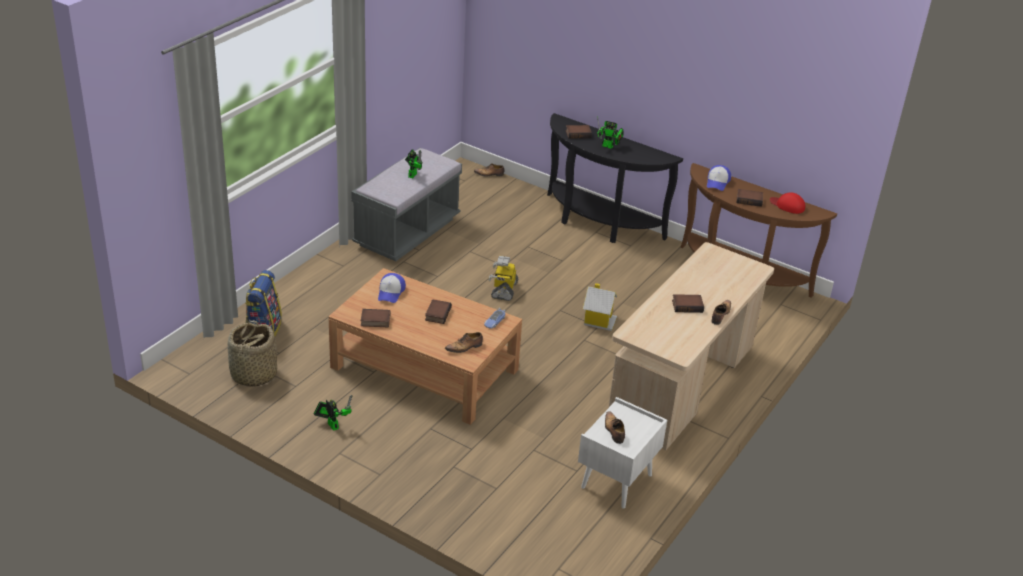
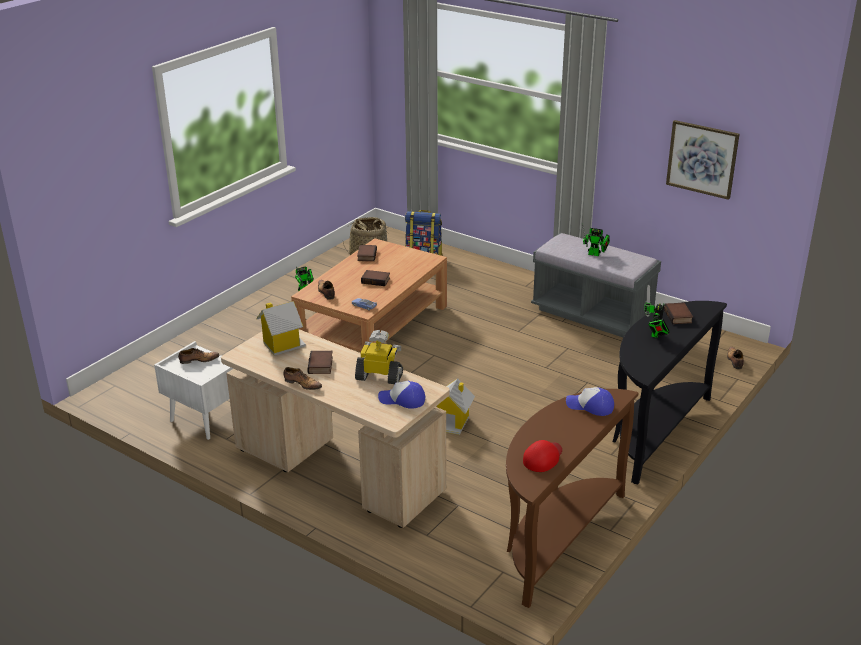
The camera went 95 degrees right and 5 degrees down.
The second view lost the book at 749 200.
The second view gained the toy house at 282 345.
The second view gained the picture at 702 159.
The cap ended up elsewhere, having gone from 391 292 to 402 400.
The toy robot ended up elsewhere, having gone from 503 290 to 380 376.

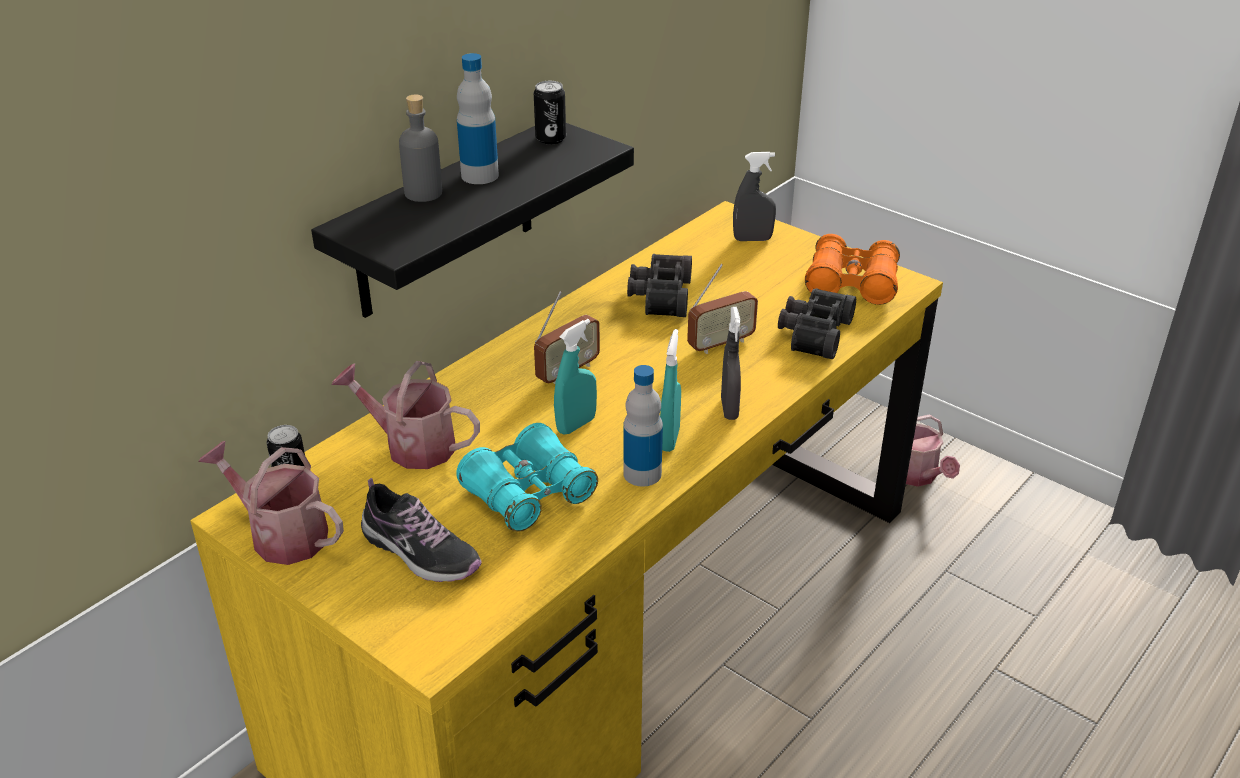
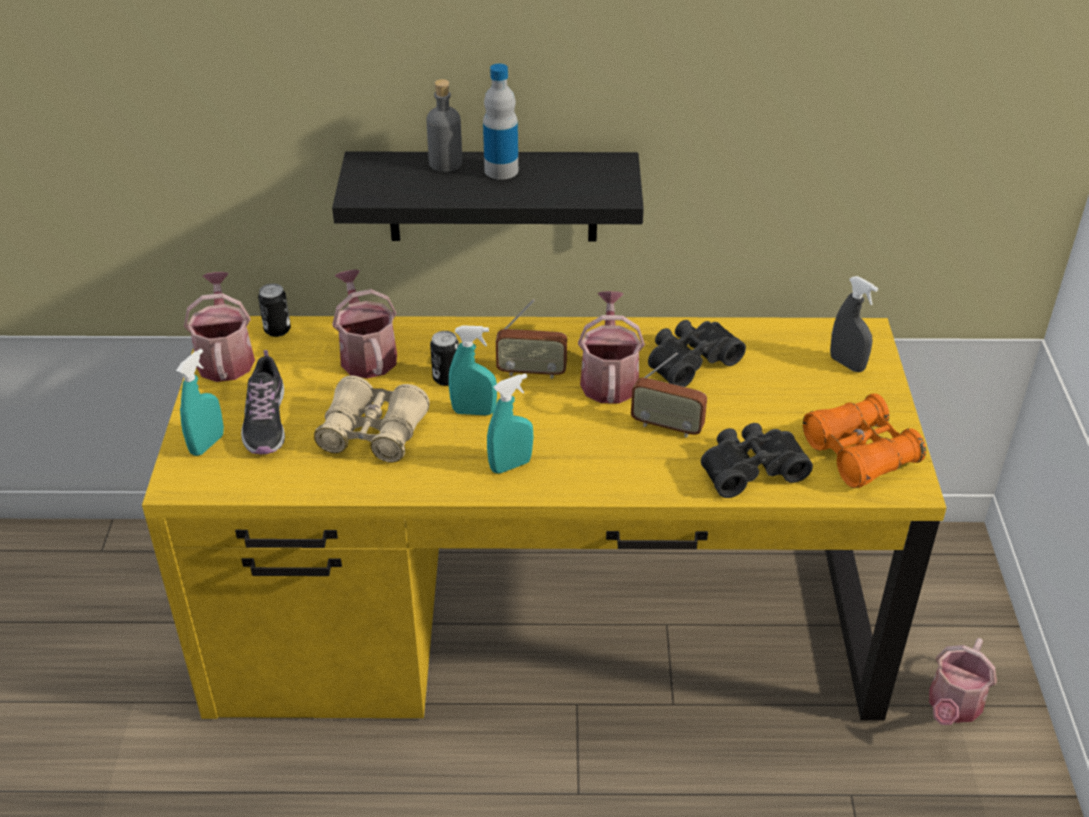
The camera went 50 degrees right and 5 degrees up.
The second view lost the bottle at 642 474.
The second view lost the grey spray bottle at 729 409.
The second view gained the turquoise spray bottle at 207 444.
The second view gained the watering can at 609 378.
The can ended up elsewhere, having gone from 550 139 to 446 378.
What was the turquoise binoculars at 528 493 turned into the beige binoculars at 373 433.

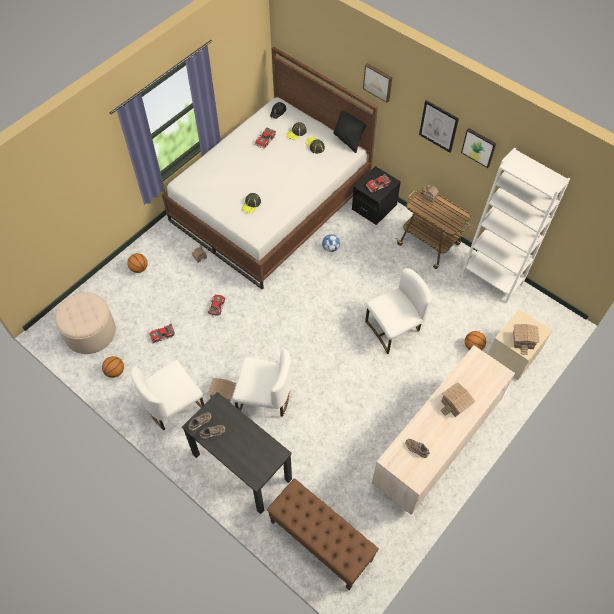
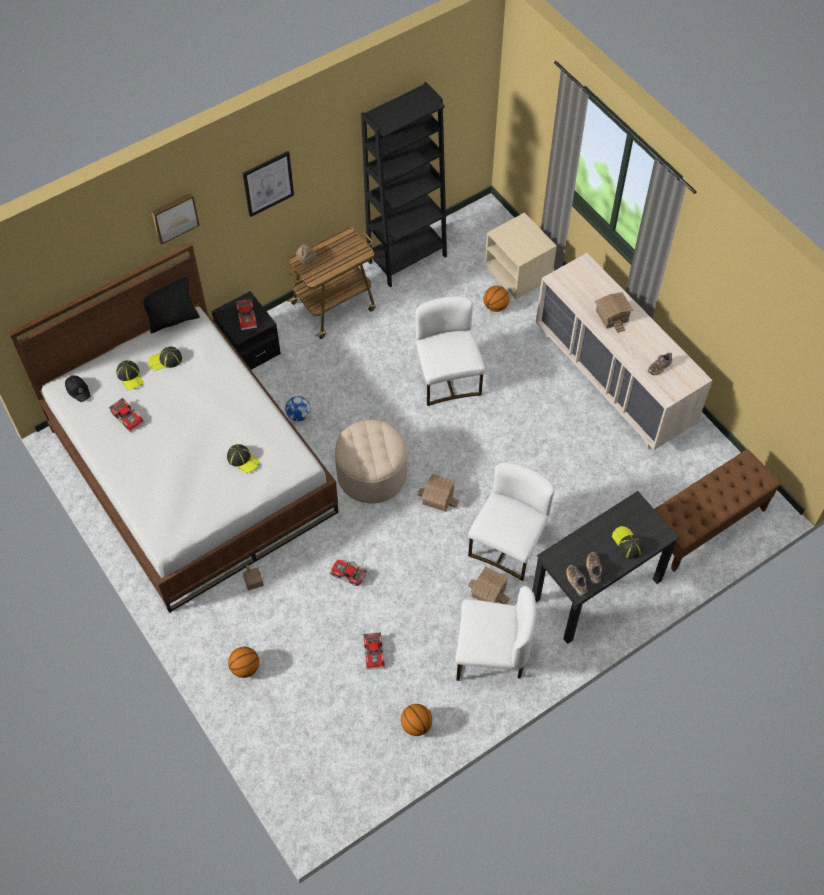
The camera went 75 degrees left and 0 degrees up.
The second view lost the picture at 479 147.
The second view gained the cap at 627 543.
The beige ottoman ended up elsewhere, having gone from 90 332 to 372 474.
The toy house ended up elsewhere, having gone from 522 340 to 437 498.
What was the white bookcase at 492 278 turned into the black bookcase at 407 259.
The white chair at 174 406 ended up facing another way, 60 degrees counterclockwise from before.

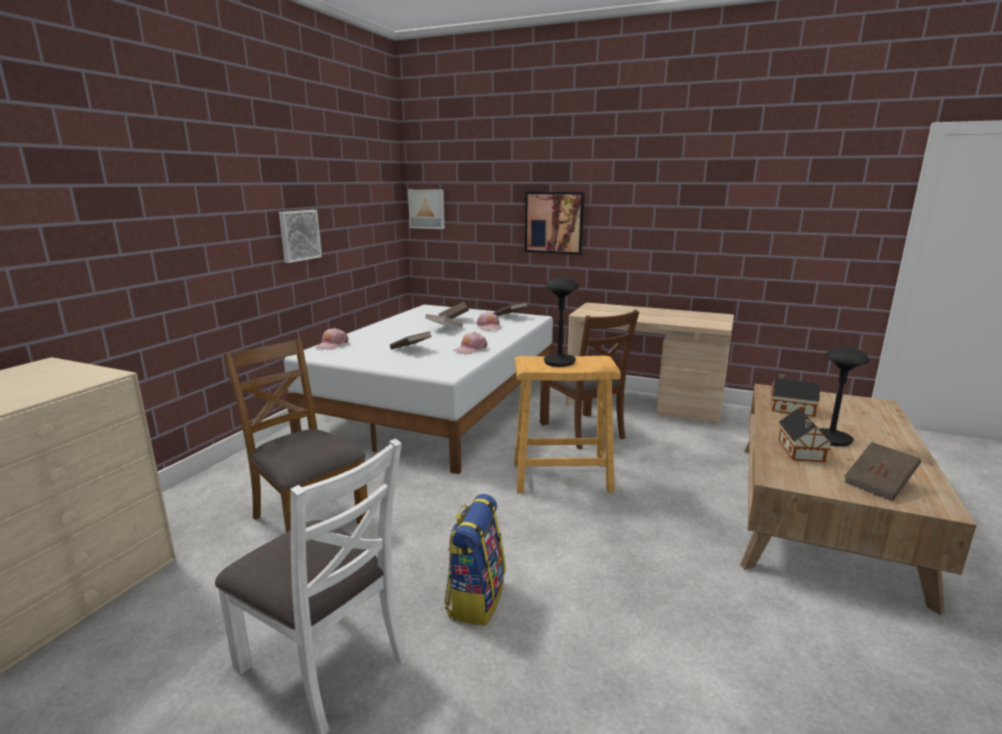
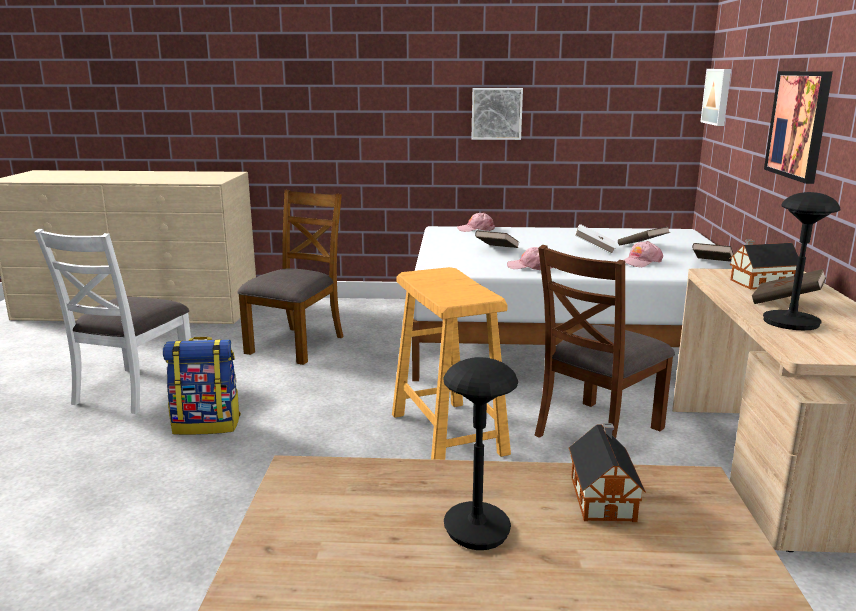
The camera went 70 degrees right and 0 degrees up.
The black table lamp ended up elsewhere, having gone from 559 361 to 791 322.
The toy house ended up elsewhere, having gone from 801 451 to 759 283.
The brown book ended up elsewhere, having gone from 879 484 to 786 302.

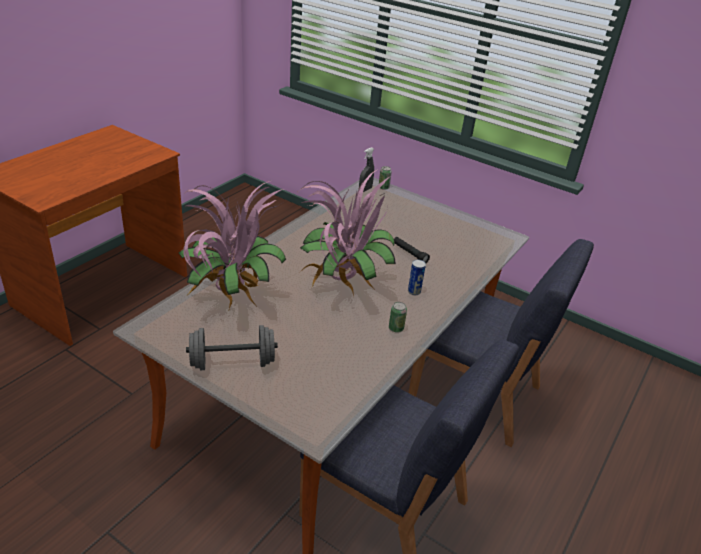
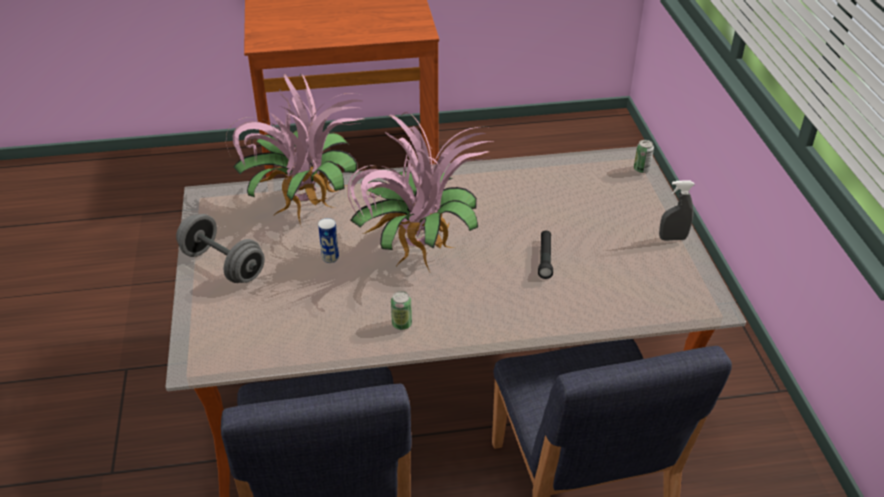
The camera went 50 degrees right and 5 degrees up.
The grey spray bottle ended up elsewhere, having gone from 365 189 to 672 238.
The can ended up elsewhere, having gone from 414 291 to 330 258.

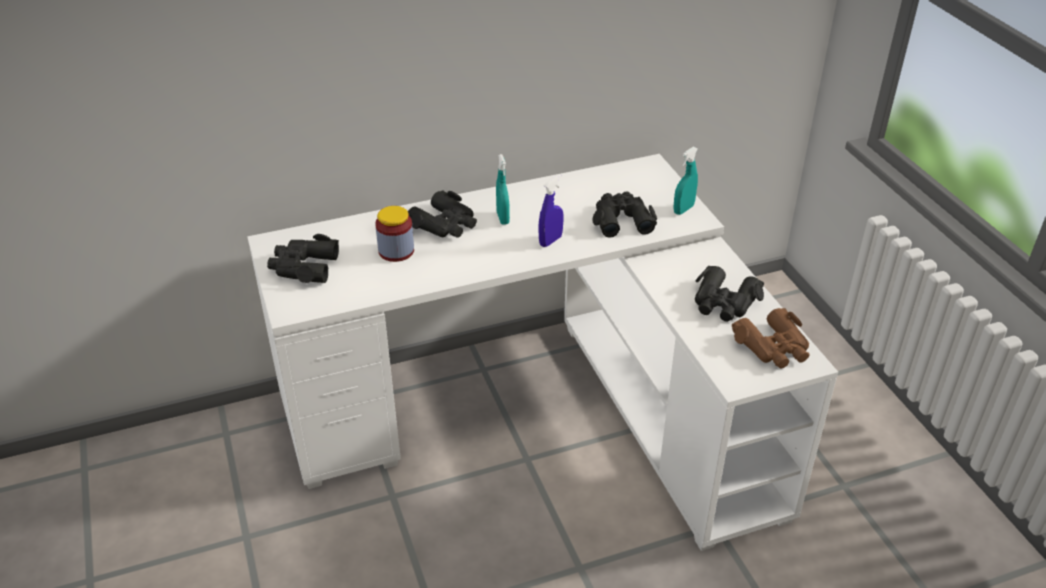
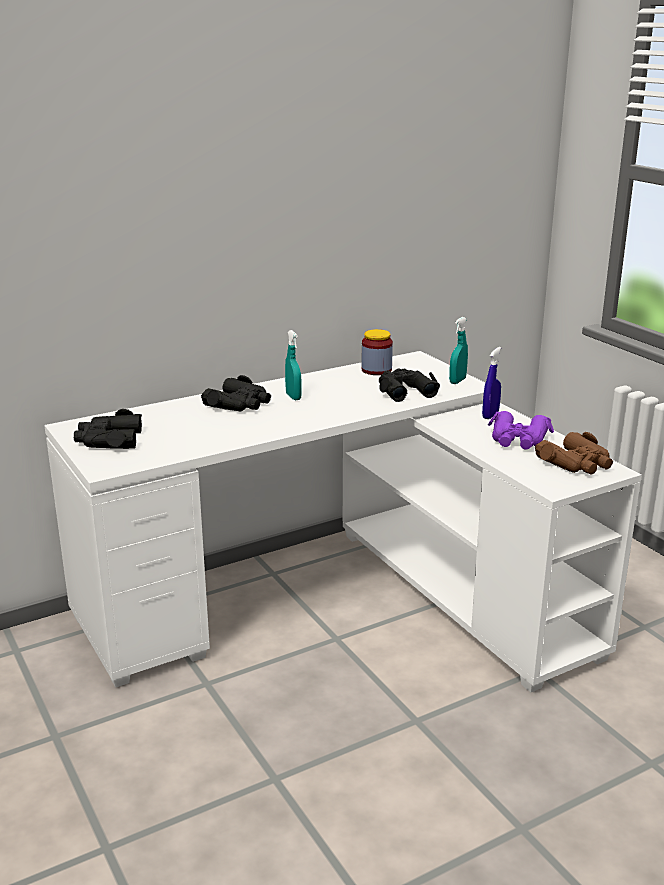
The camera went 10 degrees left and 15 degrees down.
The jar ended up elsewhere, having gone from 396 251 to 376 370.
The blue spray bottle ended up elsewhere, having gone from 550 241 to 490 415.
What was the black binoculars at 724 302 turned into the purple binoculars at 518 439.

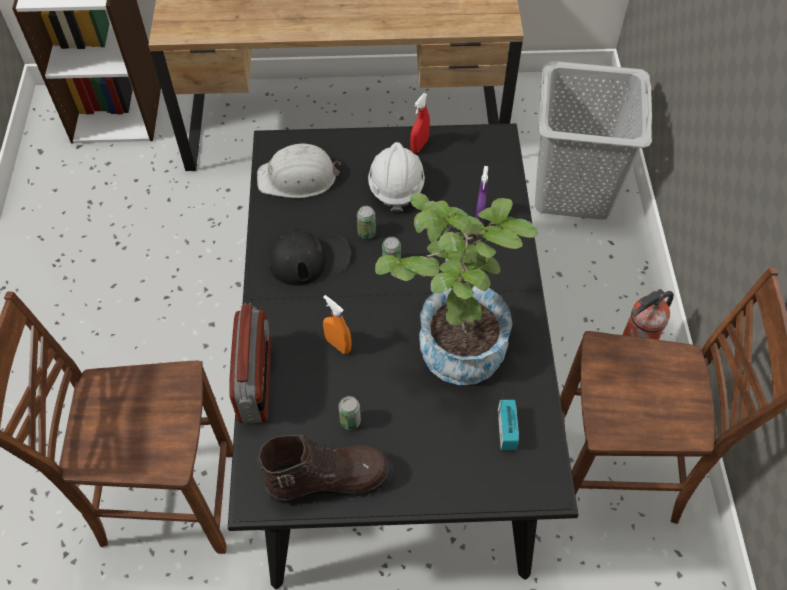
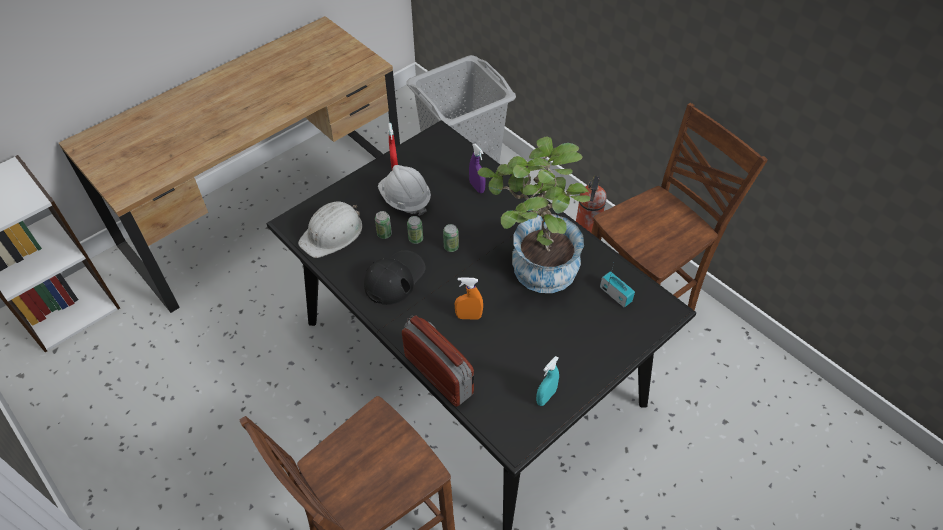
The camera went 40 degrees left and 5 degrees down.
The can ended up elsewhere, having gone from 350 421 to 384 234.
Where the brown boot stood at 328 478, the turquoise spray bottle came to stand at 546 397.

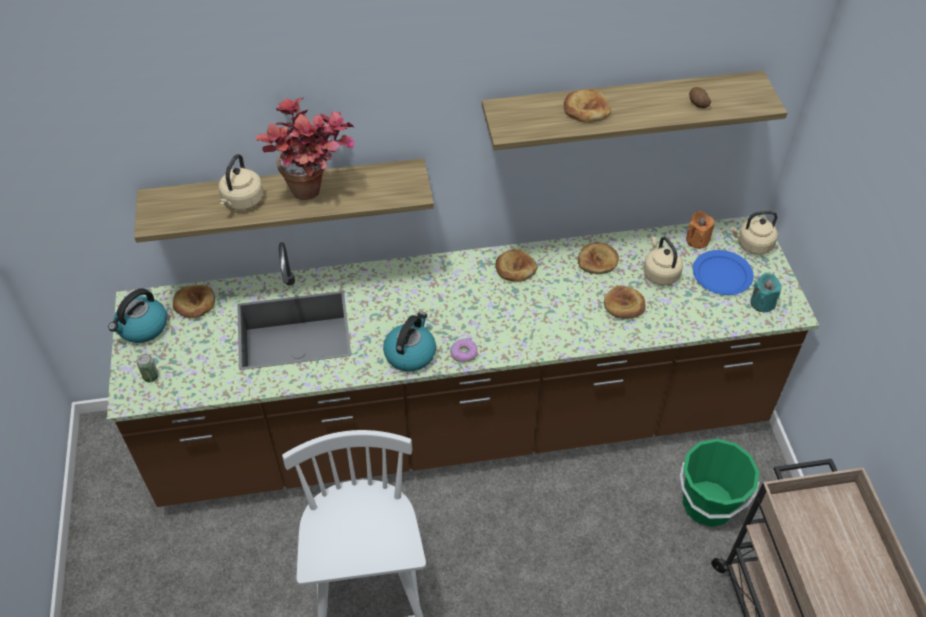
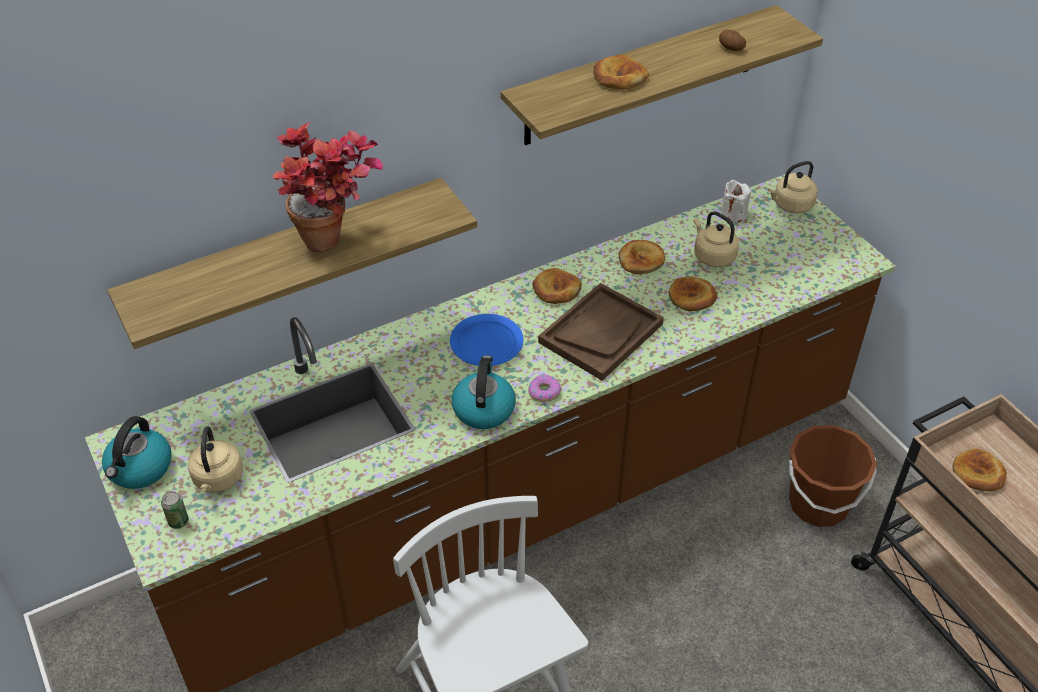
The camera went 20 degrees left and 5 degrees down.
The second view lost the turquoise candle at 762 303.
The second view gained the brown tray at 601 333.
The bread ended up elsewhere, having gone from 194 303 to 978 473.
The beige kettle ended up elsewhere, having gone from 242 201 to 218 479.
The blue plate ended up elsewhere, having gone from 721 275 to 486 343.
What was the green bucket at 708 504 turned into the brown bucket at 818 504.
What was the orange candle at 697 240 turned into the white candle at 733 214.

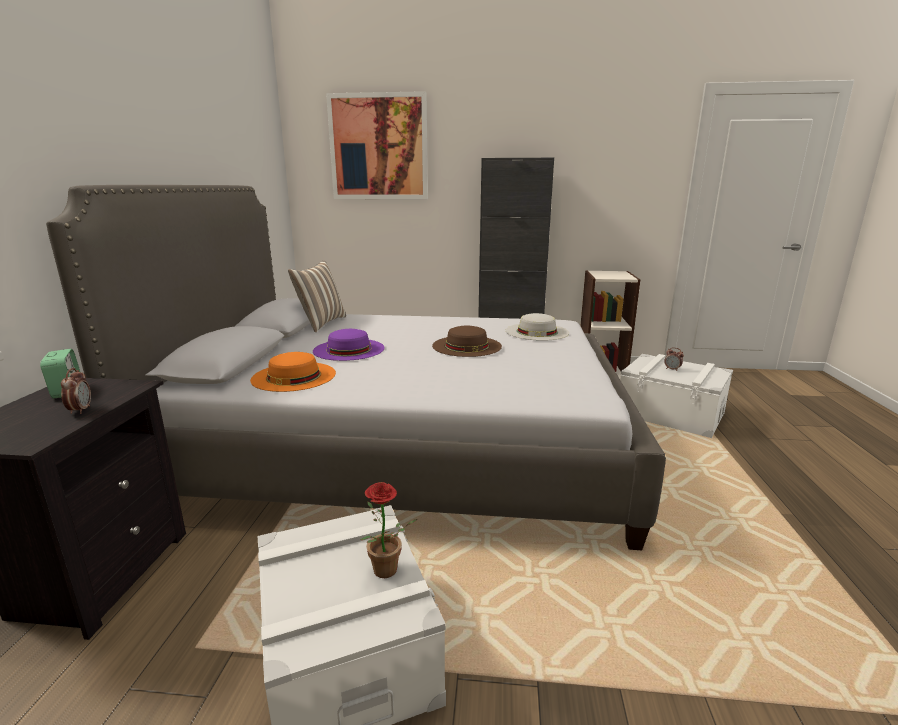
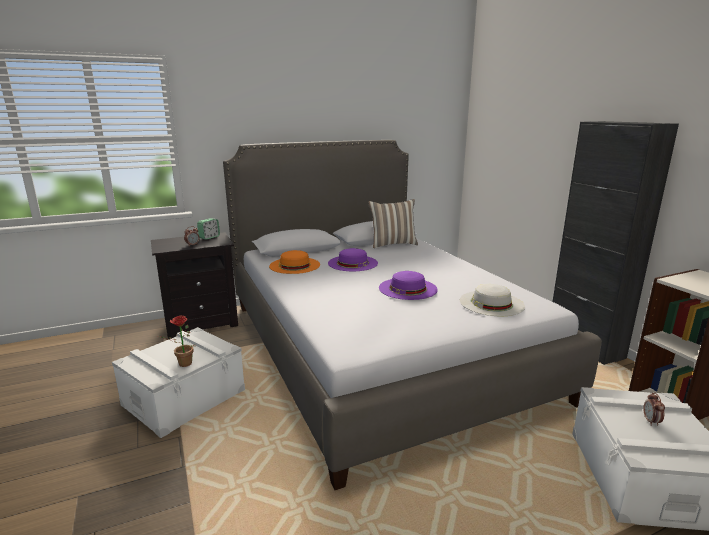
The camera went 60 degrees right and 0 degrees up.
The second view lost the picture at 378 147.
What was the brown hat at 467 346 turned into the purple hat at 408 288.

